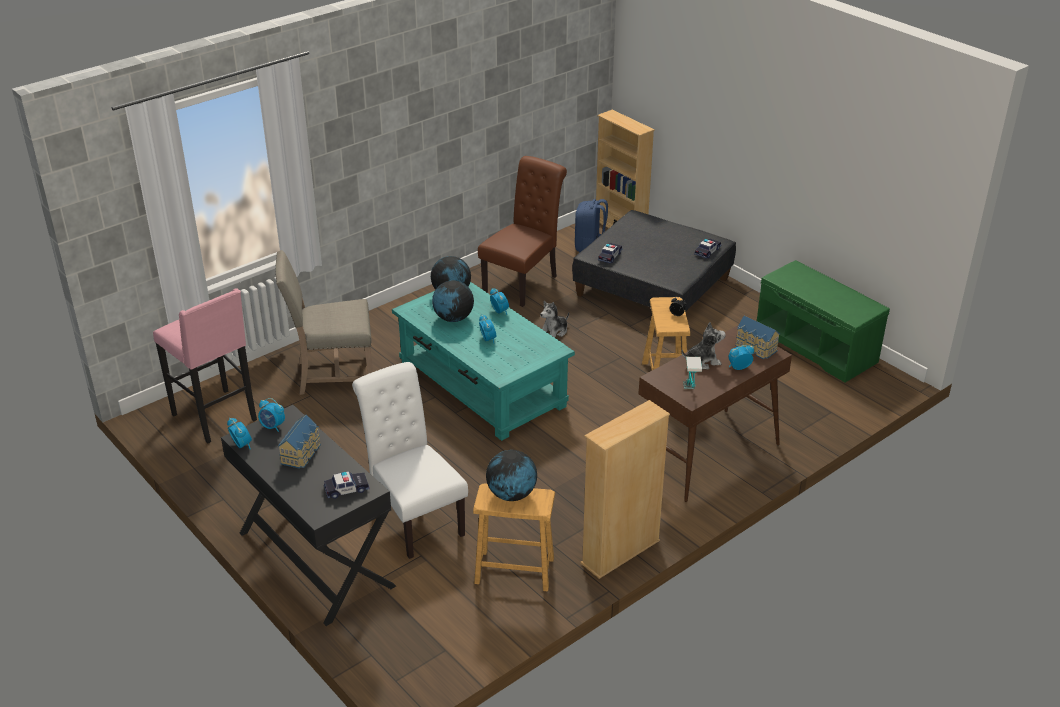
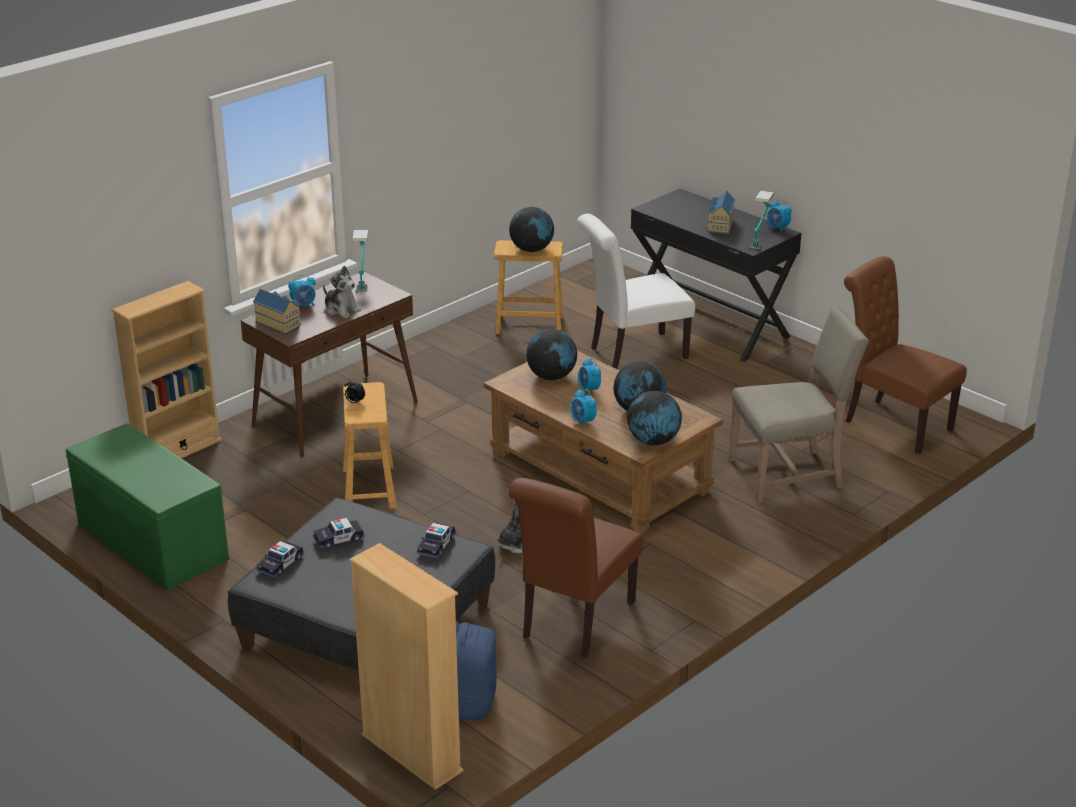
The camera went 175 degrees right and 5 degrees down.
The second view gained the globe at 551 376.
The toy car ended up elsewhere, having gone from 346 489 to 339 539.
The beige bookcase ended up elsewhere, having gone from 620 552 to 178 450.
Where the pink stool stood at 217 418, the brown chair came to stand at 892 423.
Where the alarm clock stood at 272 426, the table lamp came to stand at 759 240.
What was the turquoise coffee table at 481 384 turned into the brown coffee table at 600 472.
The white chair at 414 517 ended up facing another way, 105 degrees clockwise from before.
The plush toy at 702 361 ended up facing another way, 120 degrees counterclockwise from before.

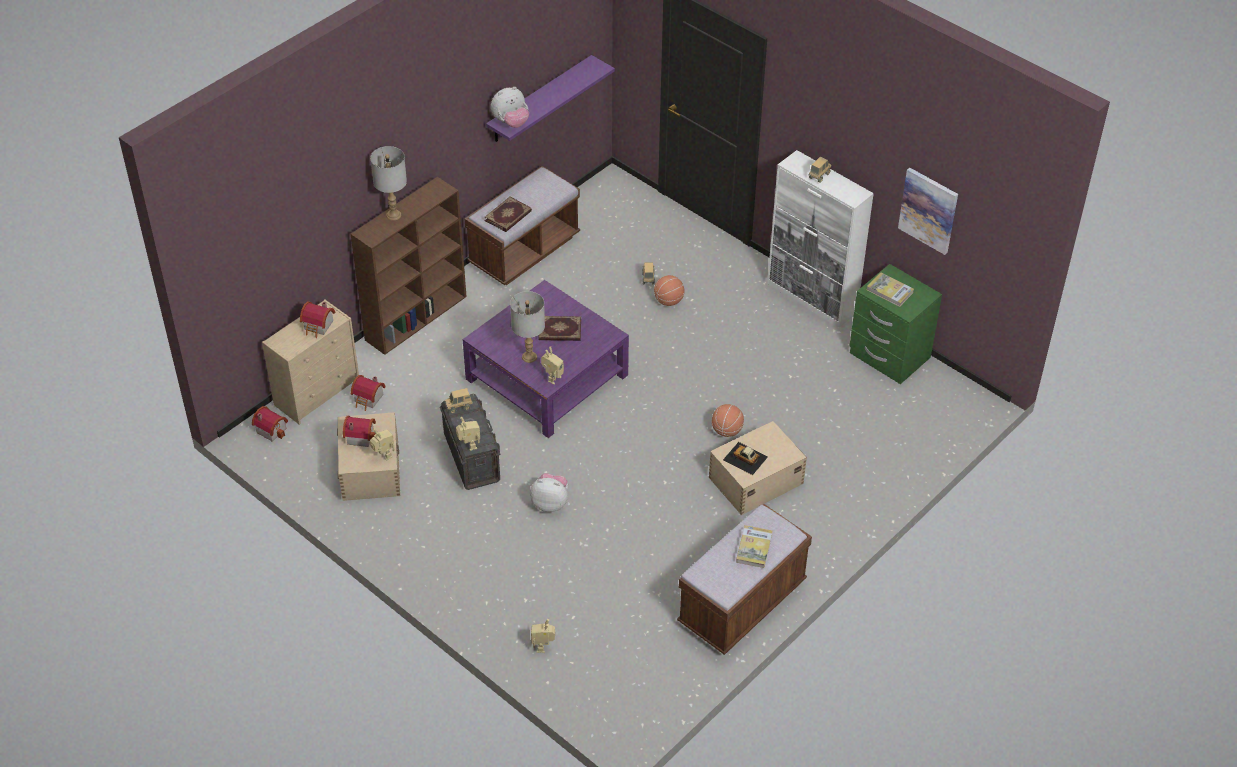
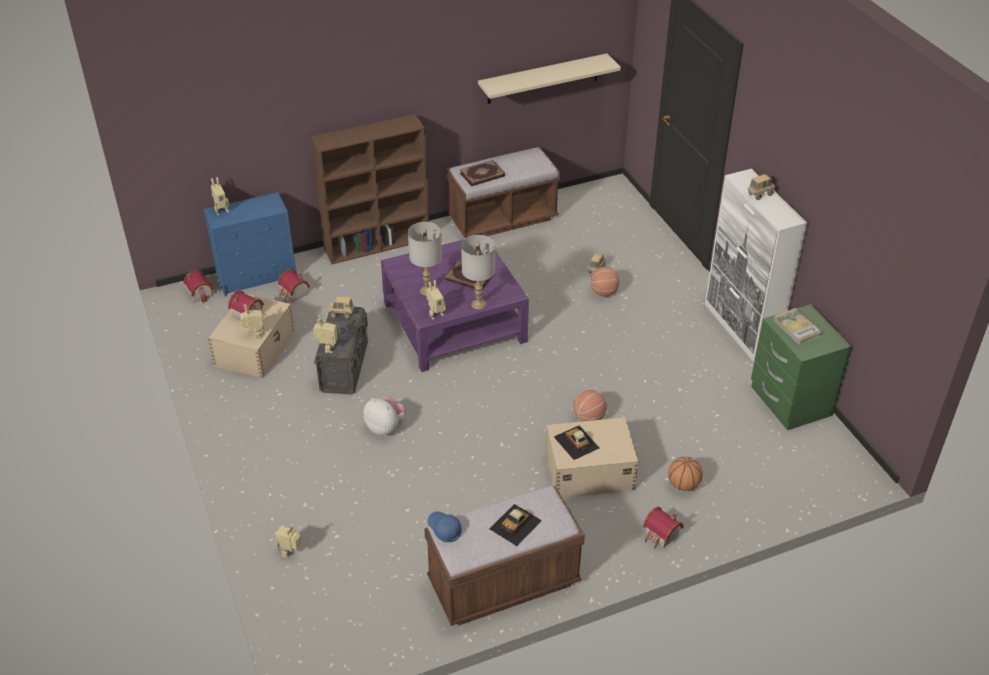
The camera went 25 degrees right and 5 degrees down.
The second view lost the plush toy at 511 122.
The second view lost the picture at 928 210.
The second view gained the toy robot at 221 210.
The second view gained the blue cap at 444 529.
The second view gained the basketball at 683 485.
The toy house ended up elsewhere, having gone from 318 326 to 661 536.
The grey table lamp ended up elsewhere, having gone from 393 215 to 478 304.
Where the book stood at 754 548, the toy car came to stand at 516 524.
What was the beige dresser at 318 392 turned into the blue dresser at 258 276.
What was the purple shelf at 540 100 turned into the beige shelf at 543 79.

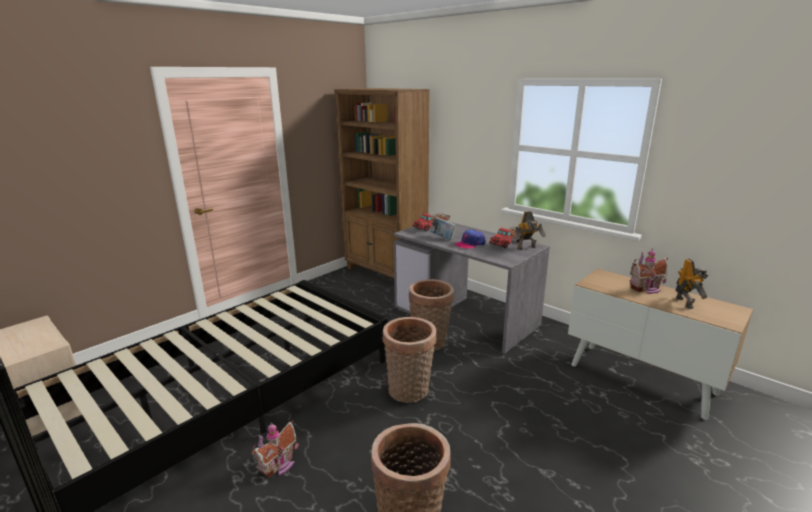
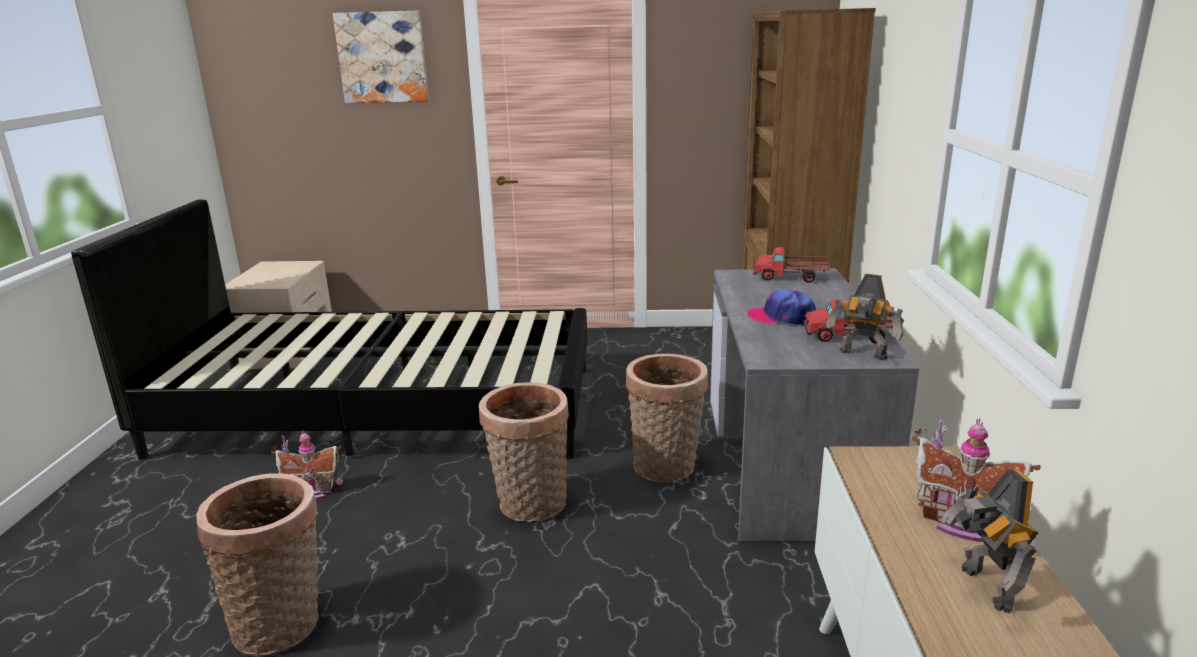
The camera went 50 degrees right and 0 degrees up.
The second view lost the book at 443 238.
The second view gained the picture at 382 57.
The toy robot at 685 302 ended up facing another way, 120 degrees clockwise from before.

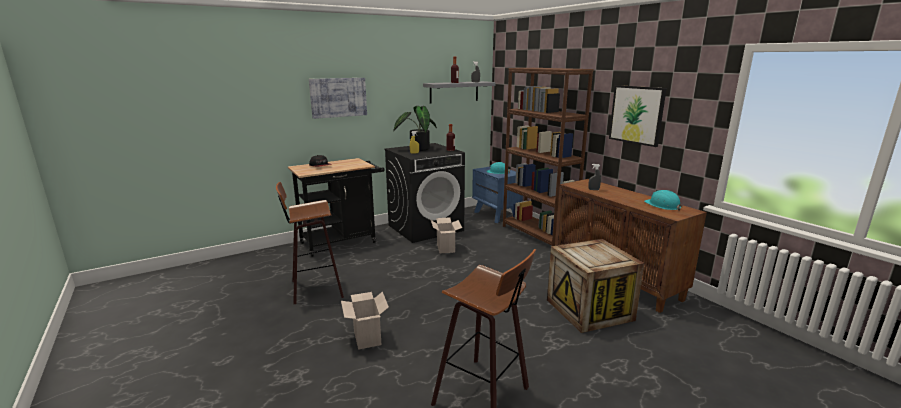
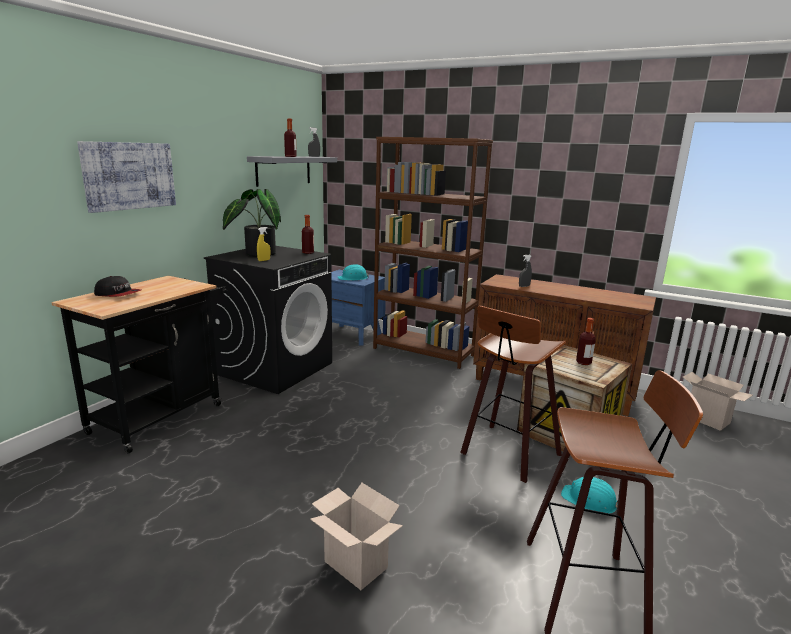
The camera went 30 degrees left and 0 degrees up.
The second view lost the picture at 636 115.
The second view gained the bottle at 583 362.
The stool ended up elsewhere, having gone from 315 288 to 507 454.
The cardboard box ended up elsewhere, having gone from 446 248 to 709 420.
The turquoise hard hat ended up elsewhere, having gone from 662 205 to 589 500.

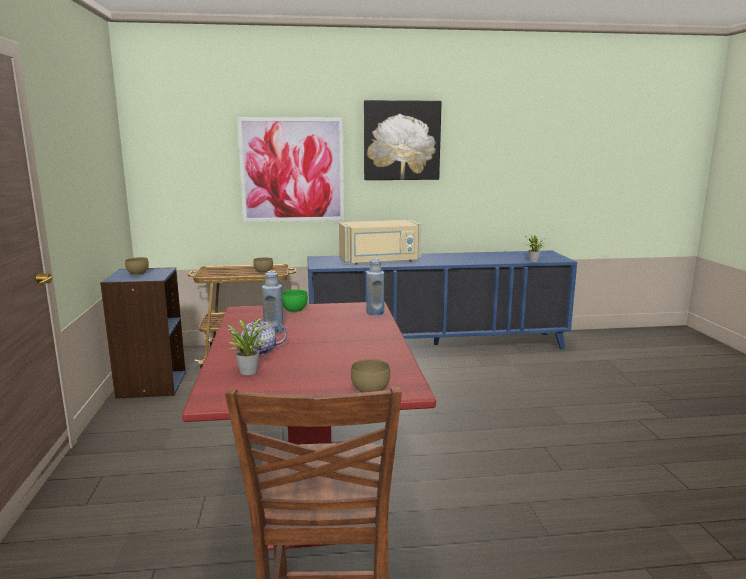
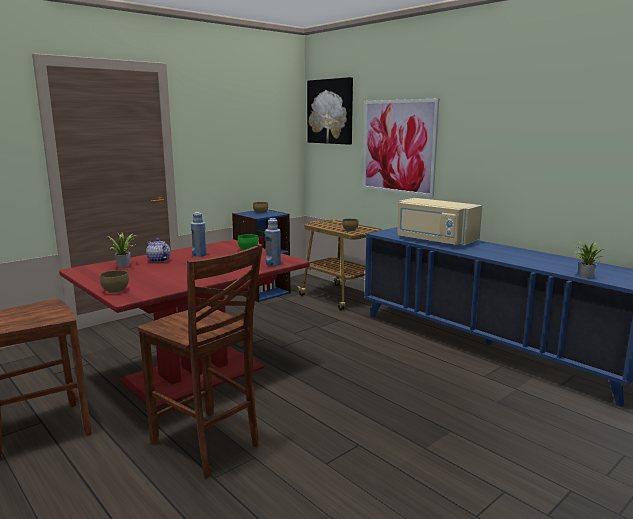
The camera went 55 degrees right and 0 degrees up.
The second view gained the brown chair at 207 445.
The picture ended up elsewhere, having gone from 401 140 to 330 111.

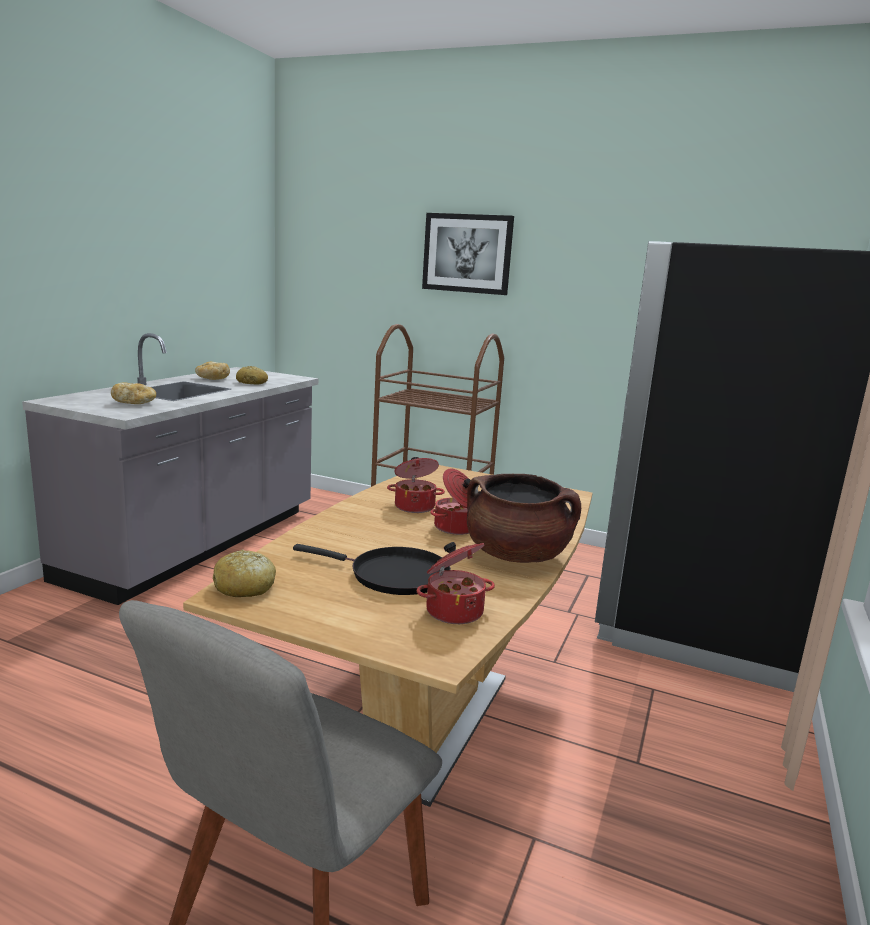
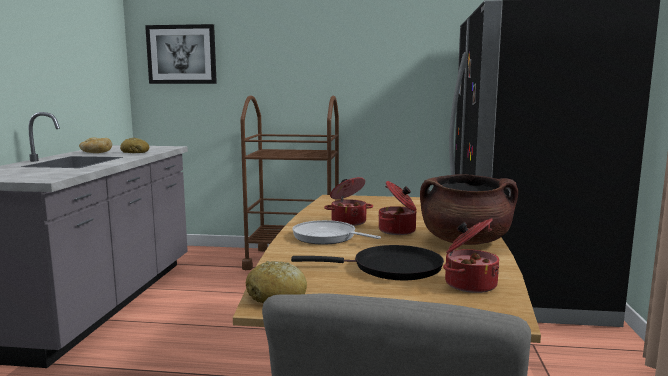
The camera went 15 degrees left and 5 degrees down.
The second view lost the bread at 134 403.
The second view gained the frying pan at 327 237.
The picture ended up elsewhere, having gone from 467 253 to 181 54.

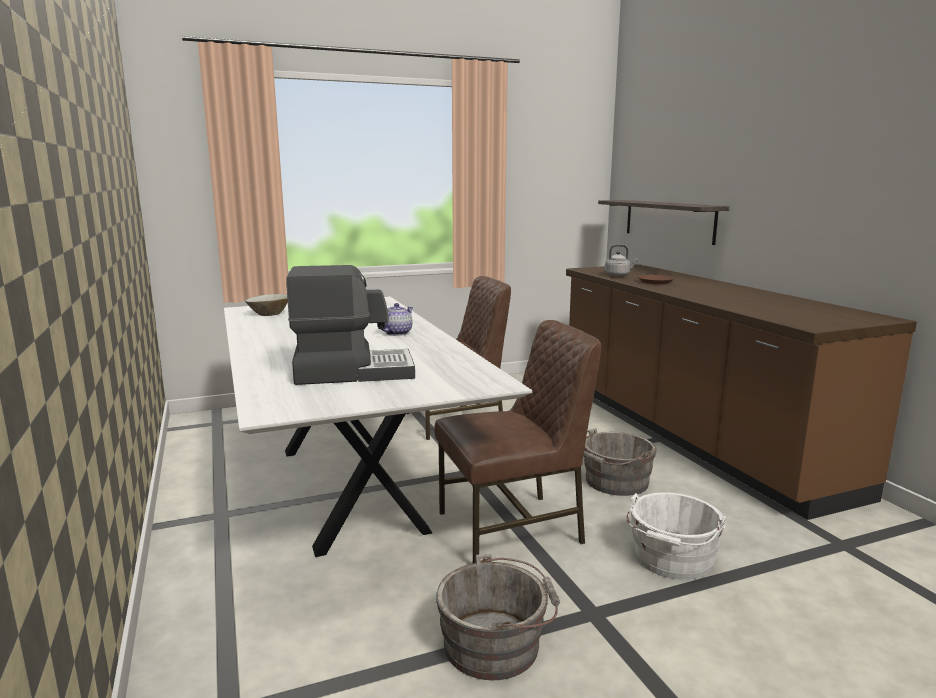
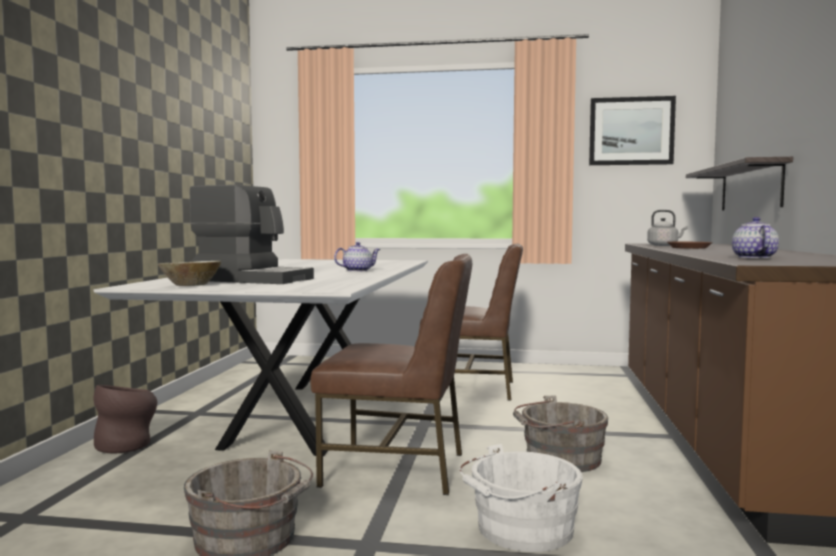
The camera went 30 degrees right and 10 degrees down.
The second view gained the brown vase at 127 444.
The second view gained the picture at 631 131.
The second view gained the teapot at 753 258.
The beige bowl ended up elsewhere, having gone from 269 314 to 190 285.

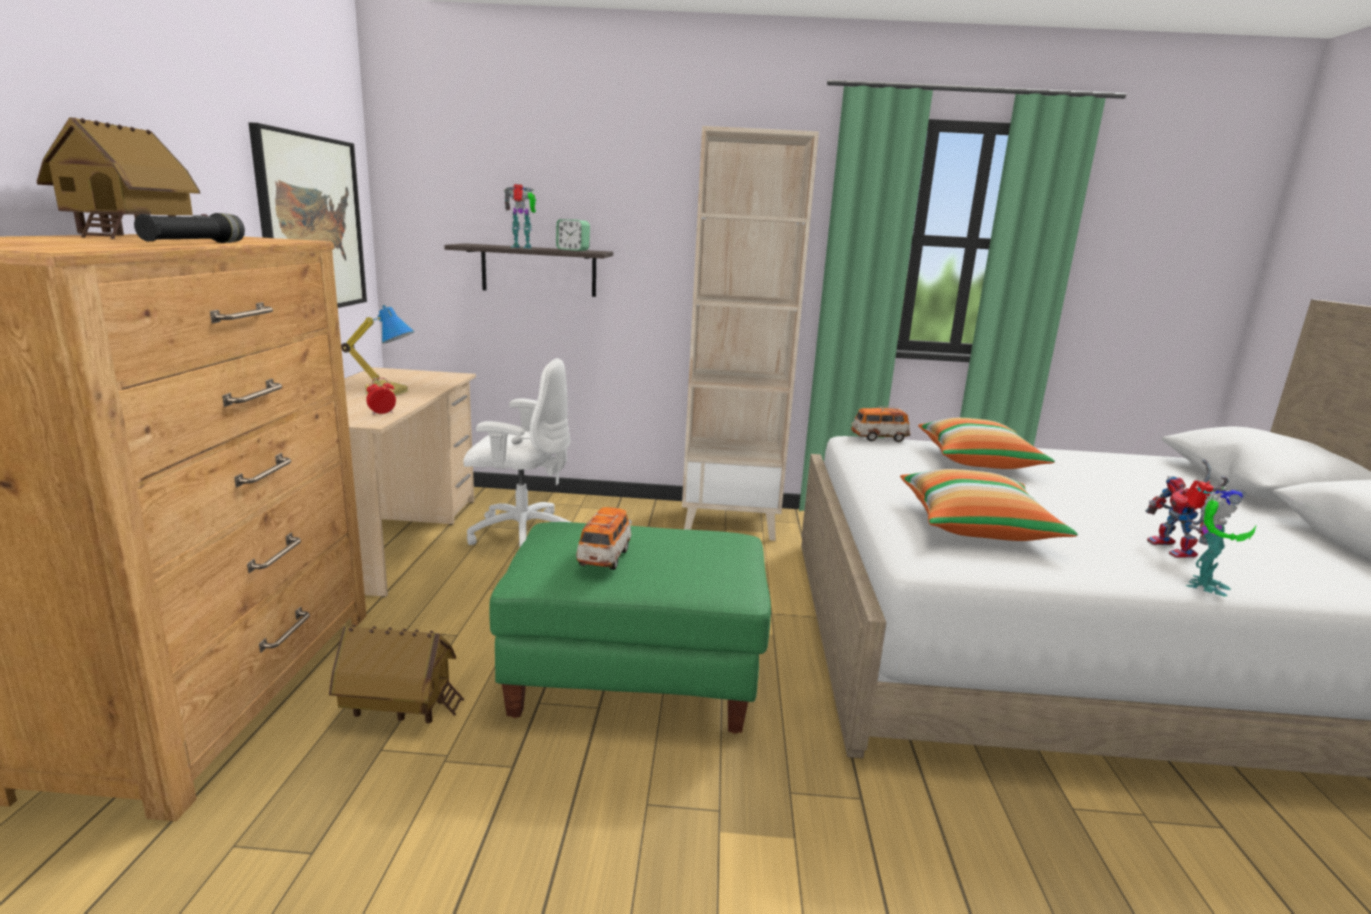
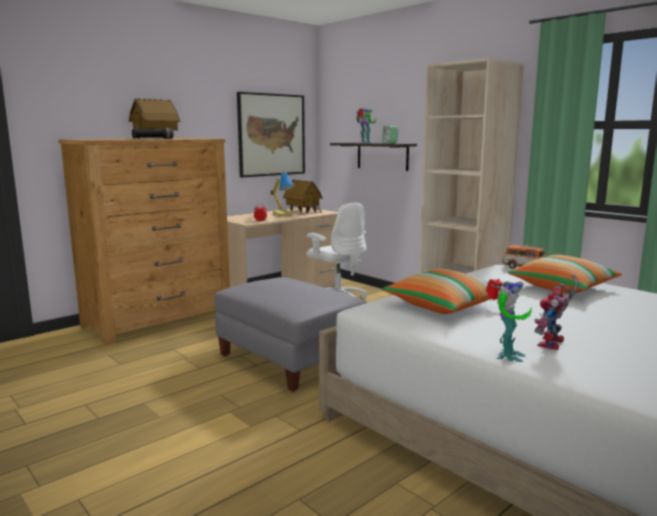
The camera went 45 degrees right and 5 degrees down.
The second view lost the toy car at 604 557.
The toy house ended up elsewhere, having gone from 400 709 to 303 211.
What was the green ottoman at 634 675 turned into the grey ottoman at 289 360.
The toy robot at 1201 584 ended up facing another way, 60 degrees counterclockwise from before.

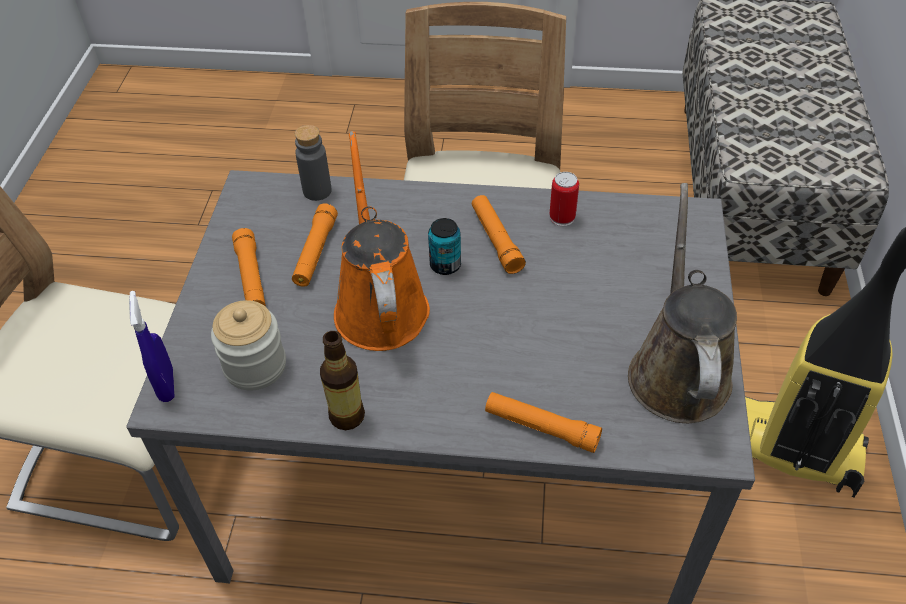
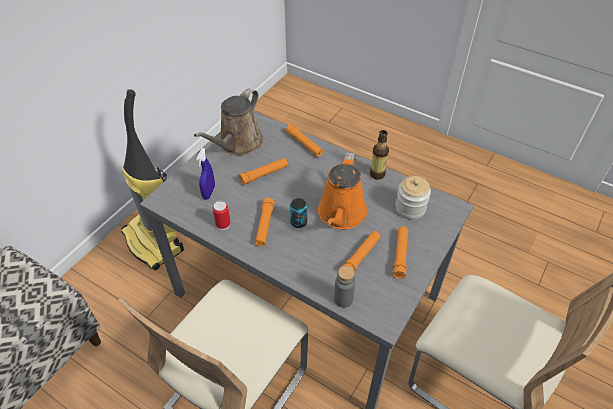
The camera went 155 degrees left and 0 degrees up.
The second view gained the orange flashlight at 264 174.
The blue spray bottle ended up elsewhere, having gone from 166 385 to 209 192.

